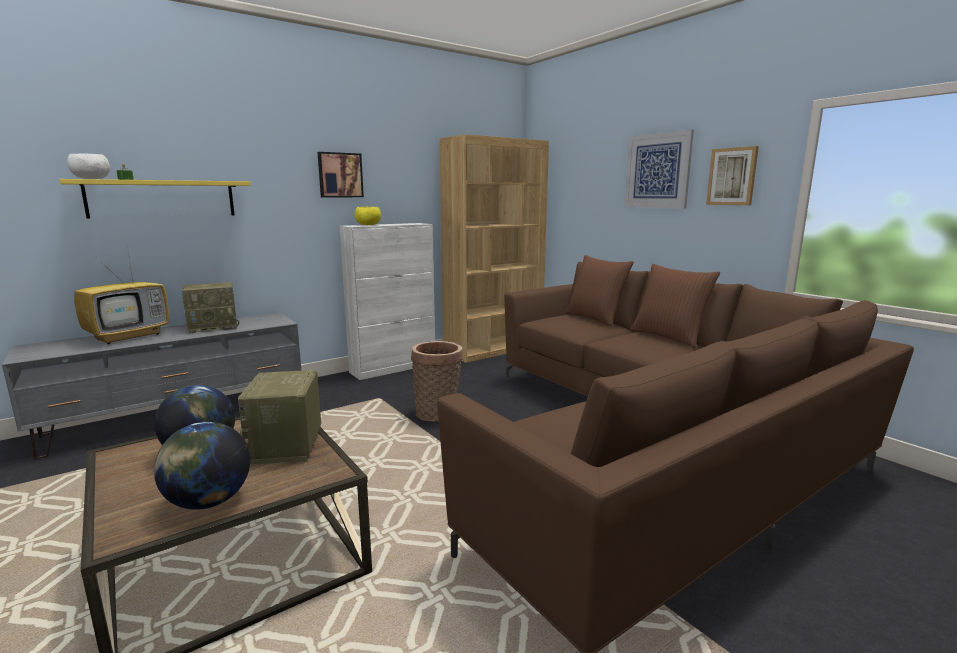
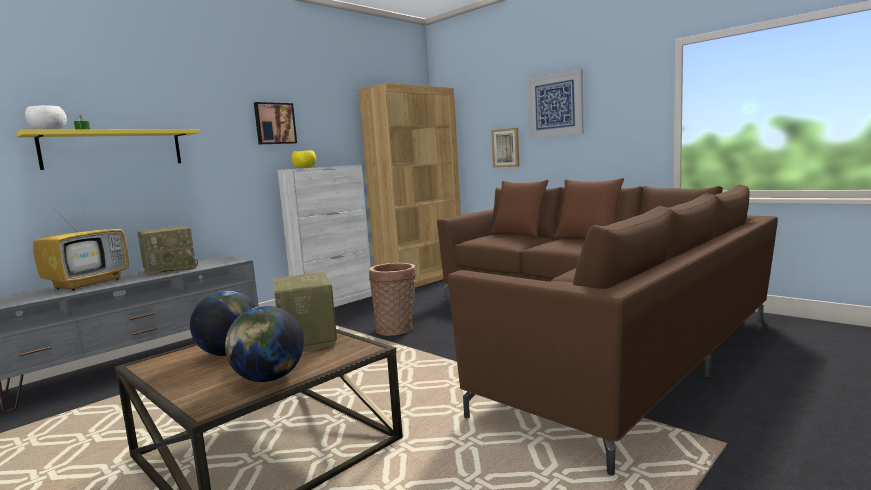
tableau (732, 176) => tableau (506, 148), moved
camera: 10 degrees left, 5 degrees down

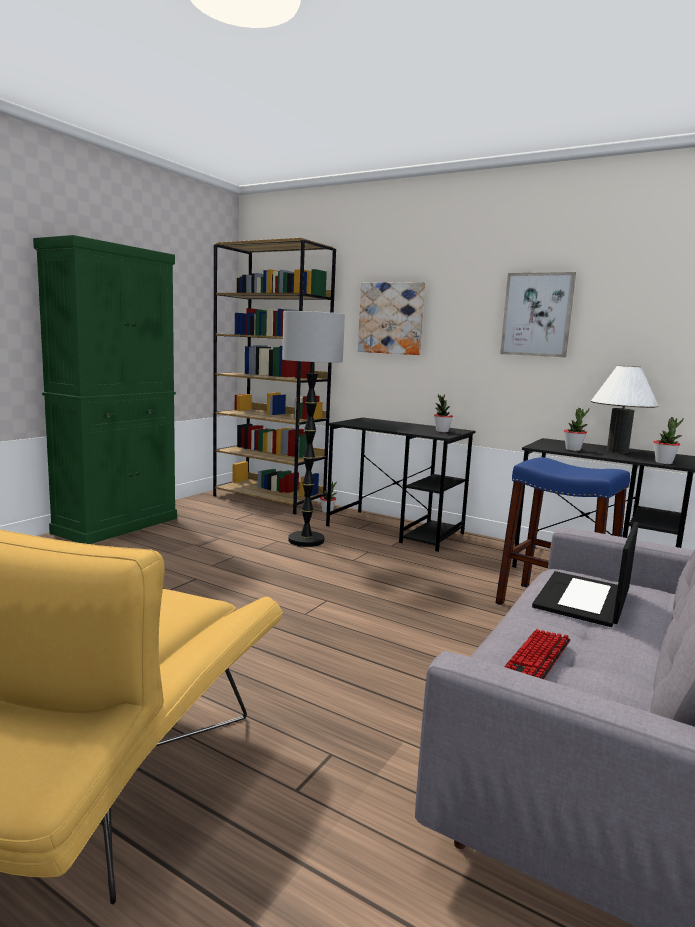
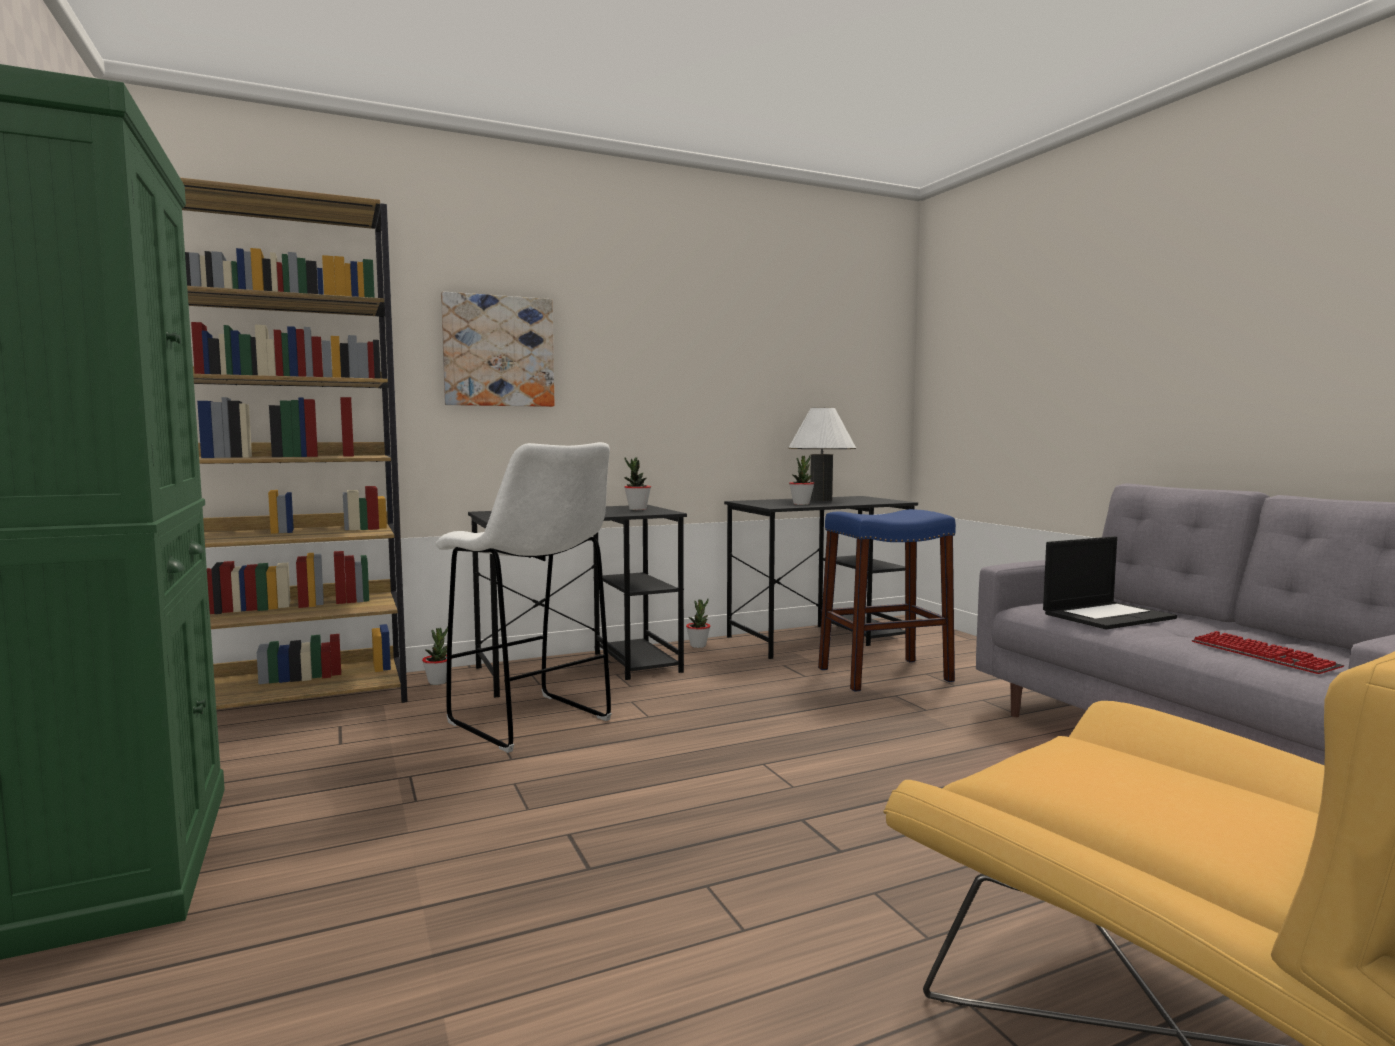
lampadaire (306, 540) => tabouret/blanc (532, 722)
plante en pot (663, 462) => plante en pot (698, 646), moved
ordinateur portable (583, 599) => ordinateur portable (1108, 616), 90 degrees counterclockwise
tableau (537, 314) => nothing
camera: 55 degrees left, 5 degrees down

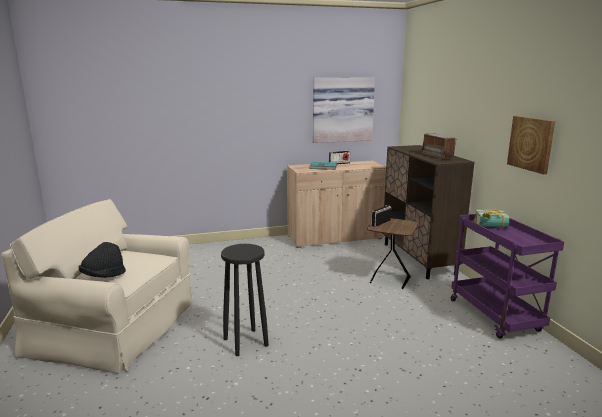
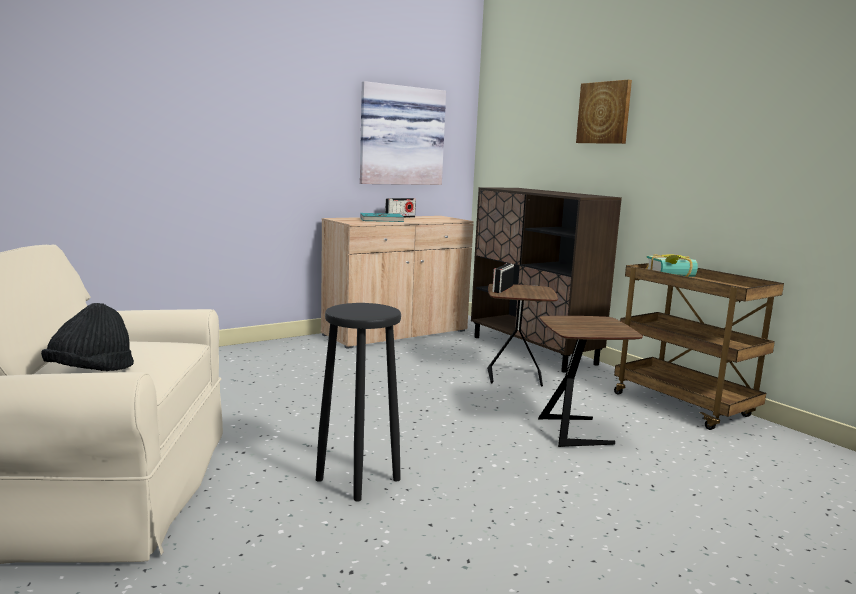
nothing => table d'appoint/marron (577, 431)
tableau (531, 143) => tableau (604, 113), moved
chariot/violet (496, 316) => chariot/marron (684, 406)
radio (437, 156) => nothing
camera: 20 degrees left, 5 degrees down

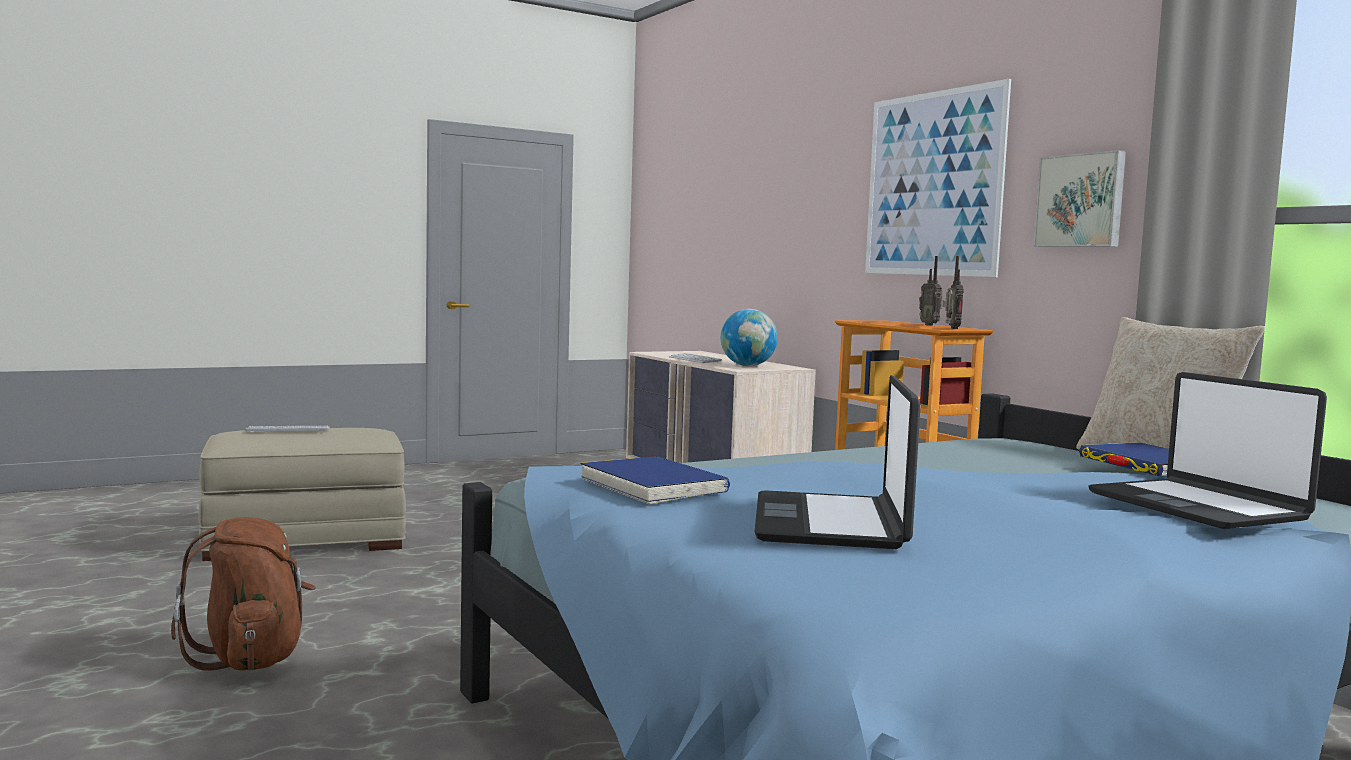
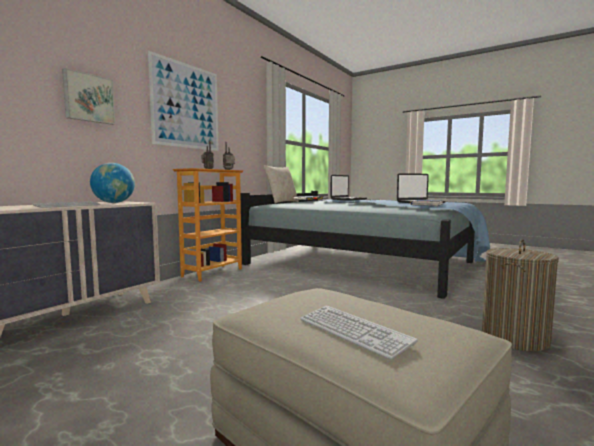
tableau (1081, 201) => tableau (88, 98), moved
sac à dos/marron (250, 659) => panier à linge (514, 338)
camera: 115 degrees left, 0 degrees up

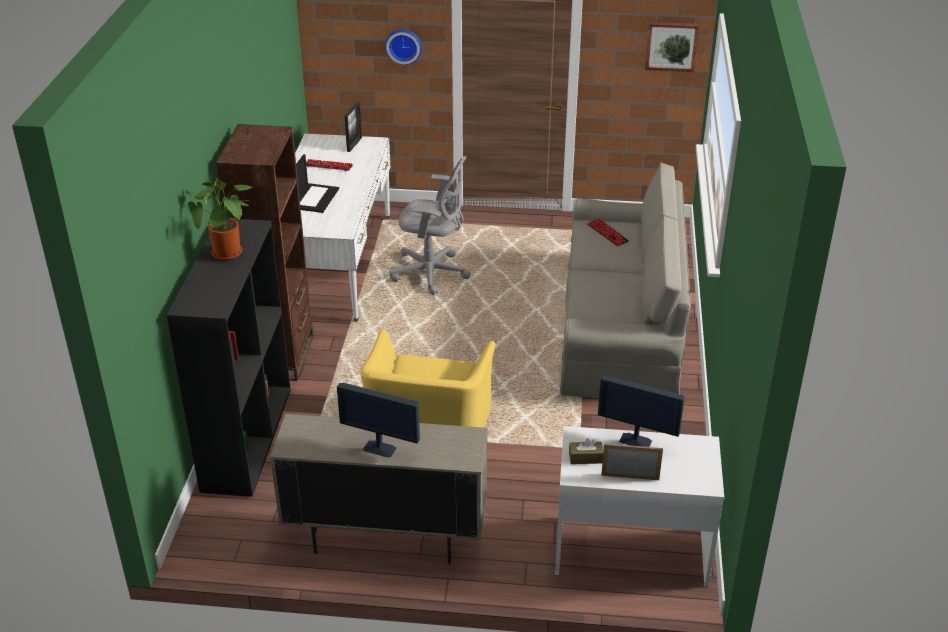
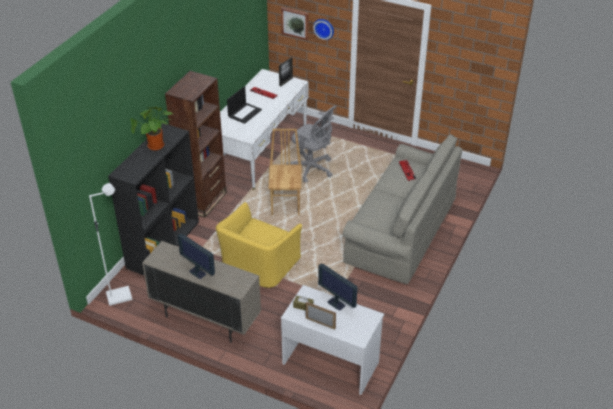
nothing => lampadaire/blanc (119, 296)
nothing => chaise/marron (286, 204)
tableau (671, 46) => tableau (295, 23), moved
camera: 20 degrees right, 5 degrees up

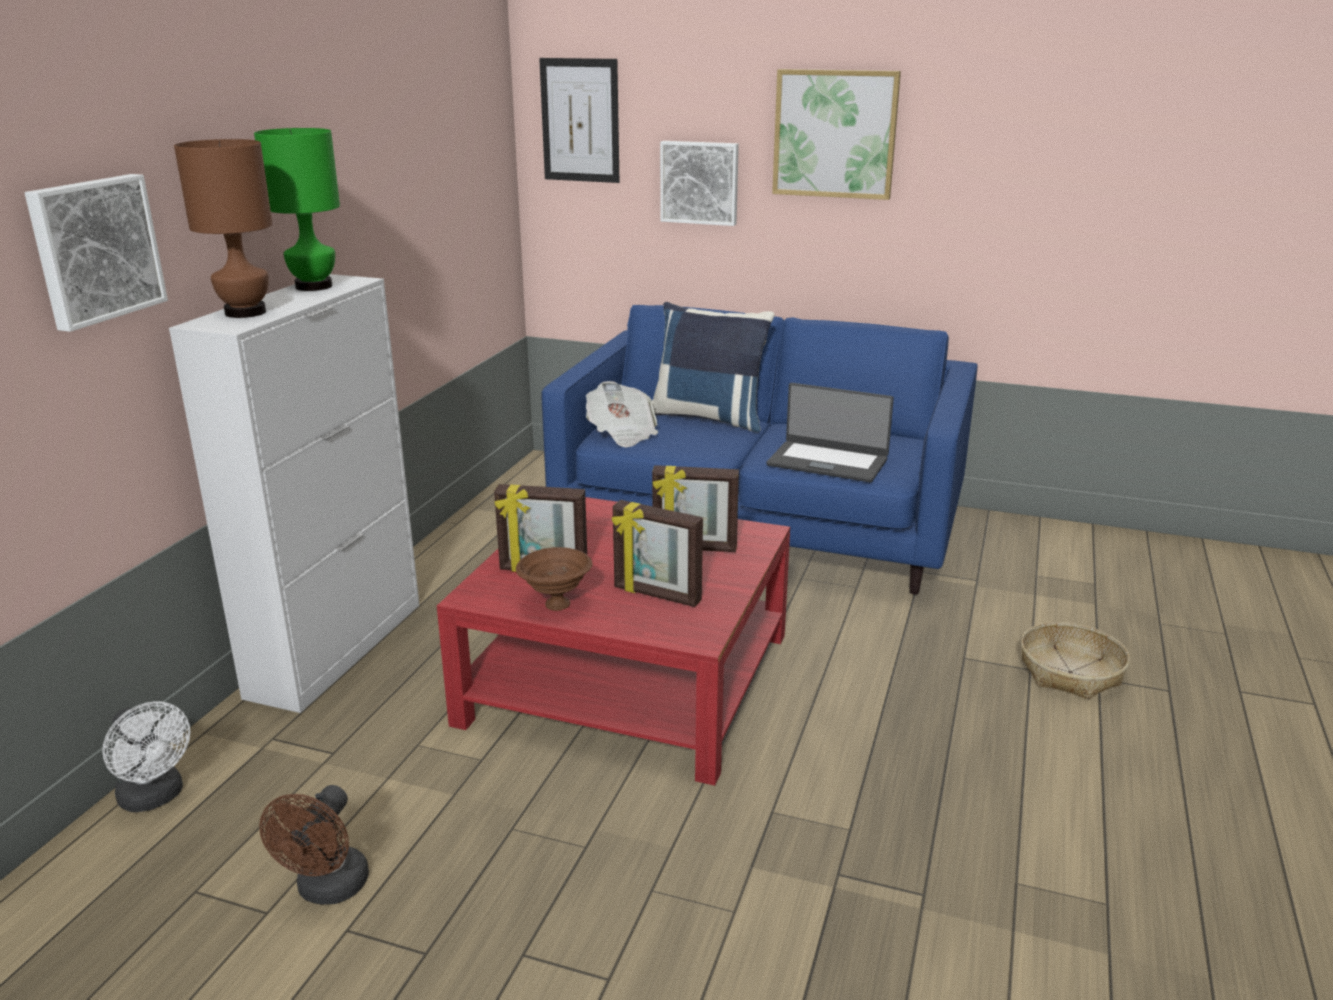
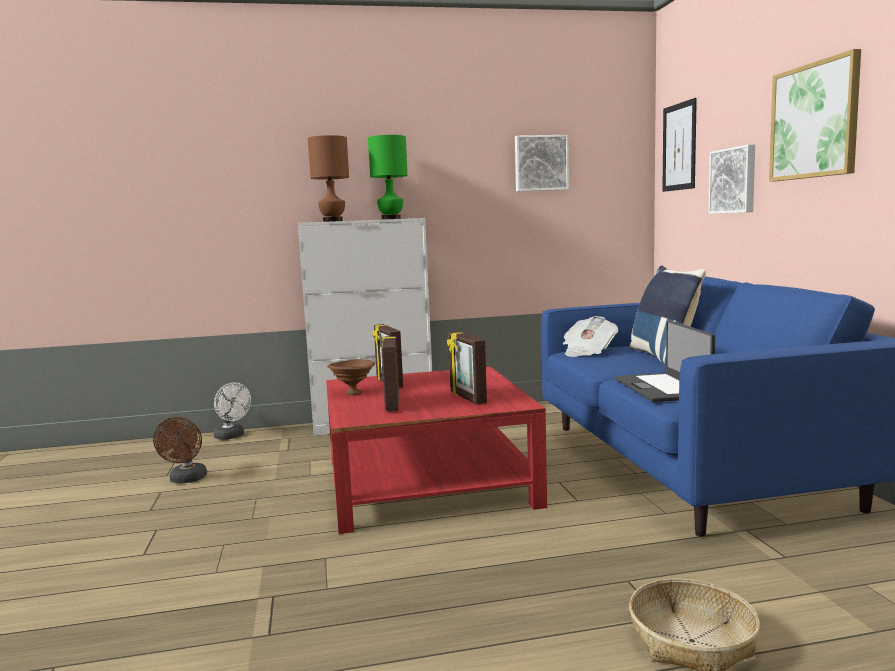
ventilateur/marron (327, 890) => ventilateur/marron (186, 480), 75 degrees counterclockwise
ventilateur/blanc (155, 798) => ventilateur/blanc (232, 436), 60 degrees counterclockwise
tableau (95, 250) => tableau (540, 163), moved
camera: 60 degrees right, 15 degrees down

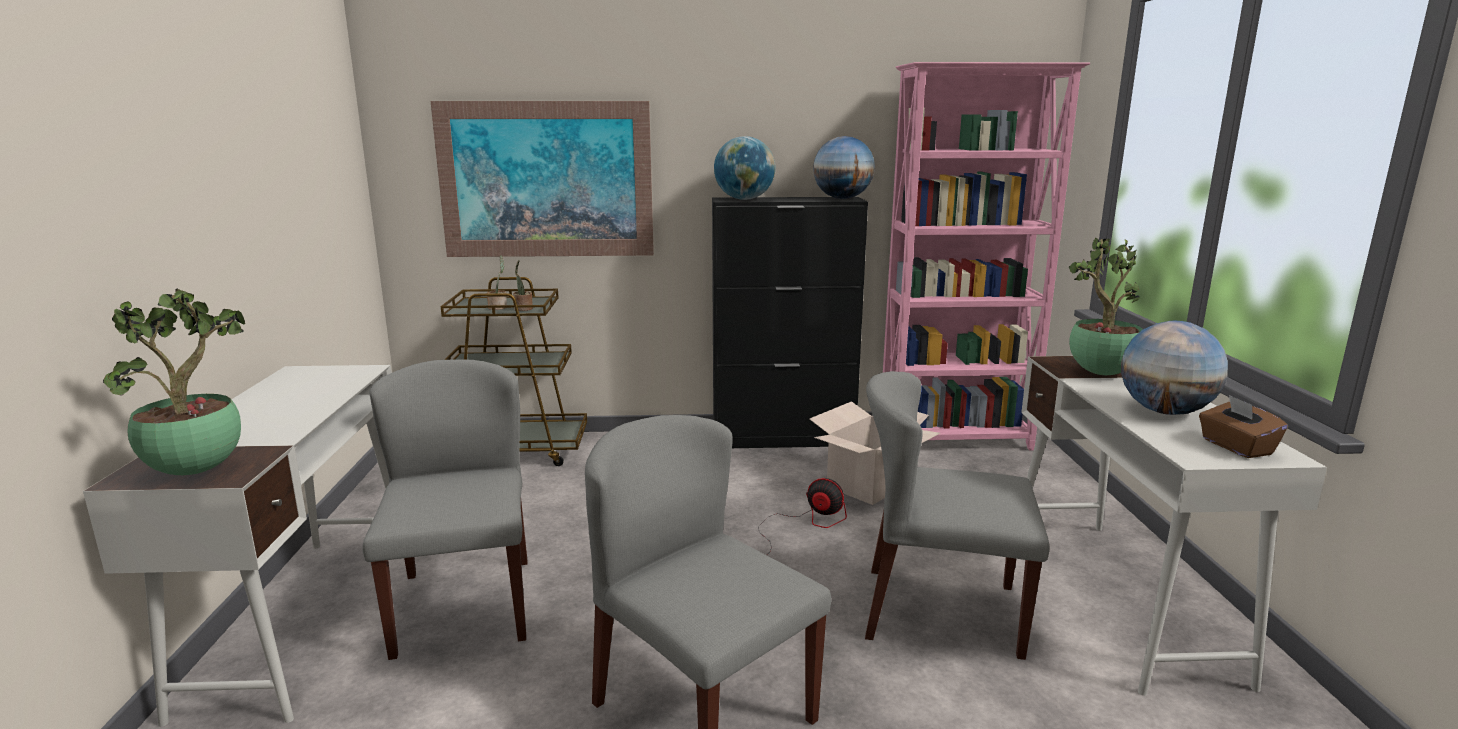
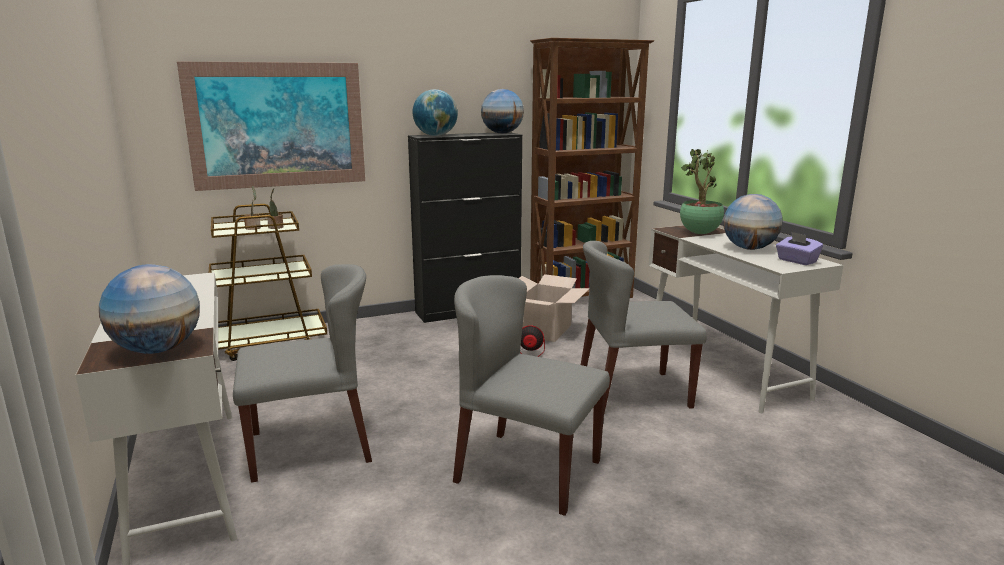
plante en pot (198, 470) => globe (158, 350)
chaise/gris (463, 605) => chaise/gris (311, 446), 105 degrees clockwise
bibliothèque/rose (956, 440) => bibliothèque/marron (582, 298)
boîte à mouchoirs/marron (1236, 447) => boîte à mouchoirs/violet (796, 261)
camera: 20 degrees left, 0 degrees up

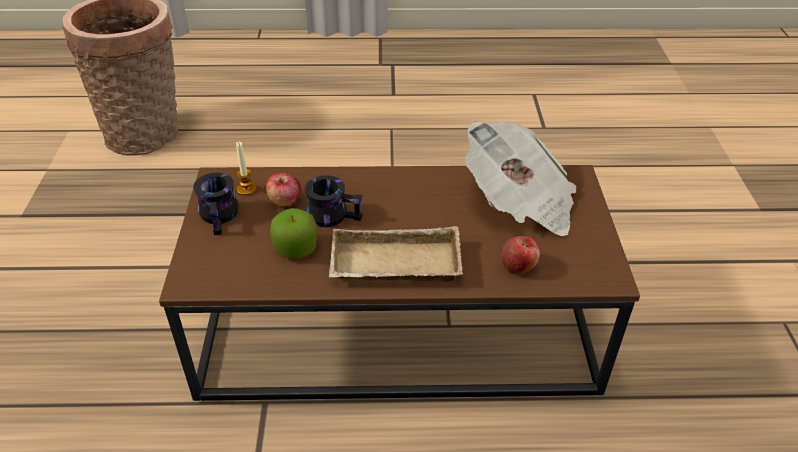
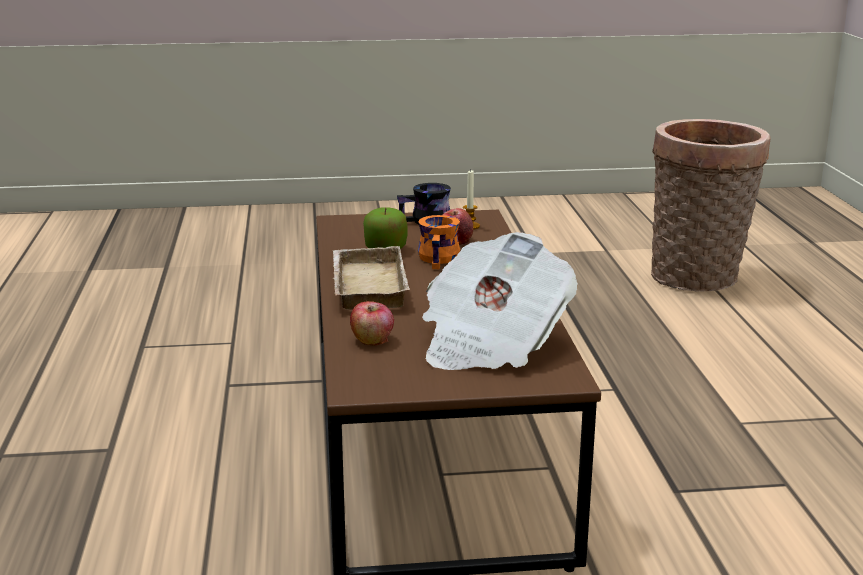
mug/noir (334, 214) => mug/orange (441, 259)
camera: 85 degrees right, 20 degrees down

